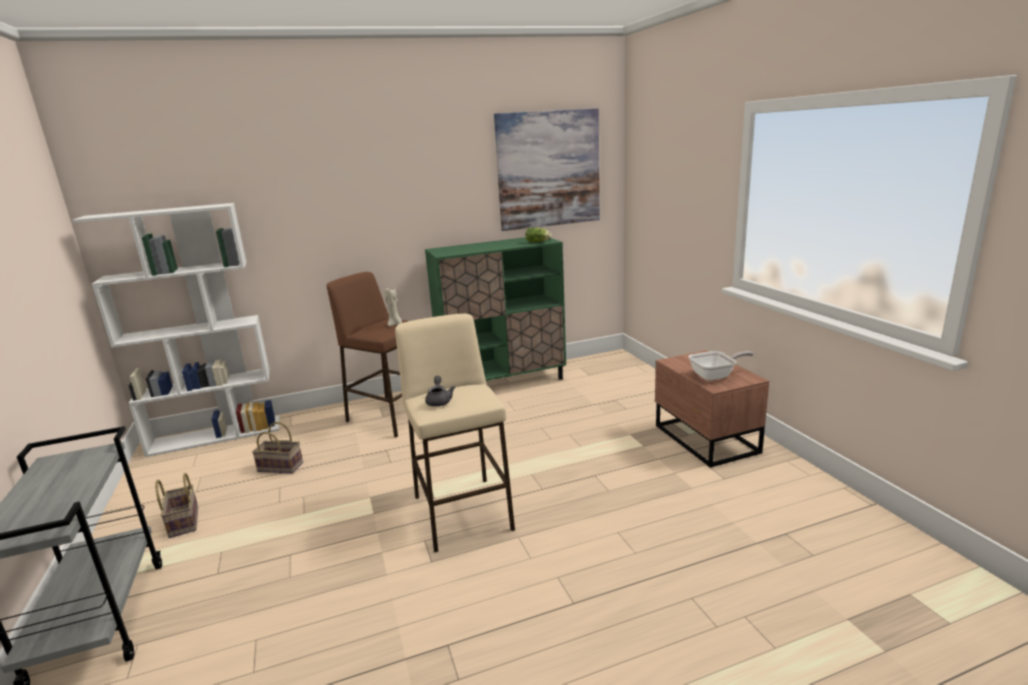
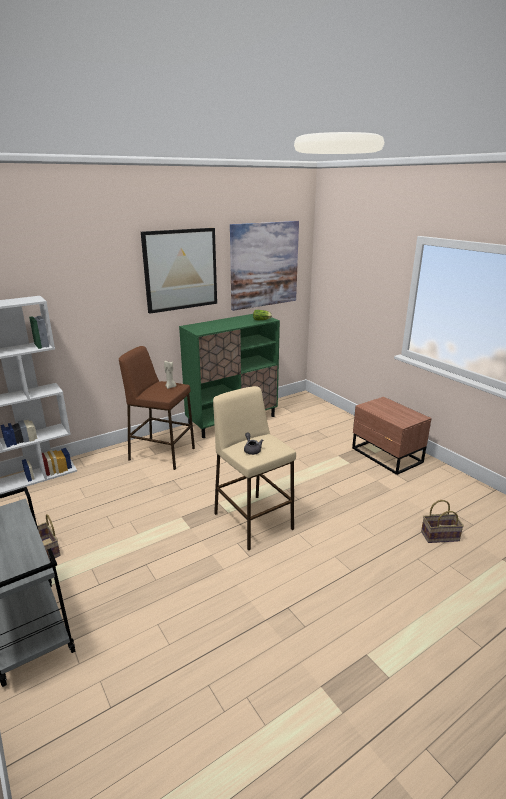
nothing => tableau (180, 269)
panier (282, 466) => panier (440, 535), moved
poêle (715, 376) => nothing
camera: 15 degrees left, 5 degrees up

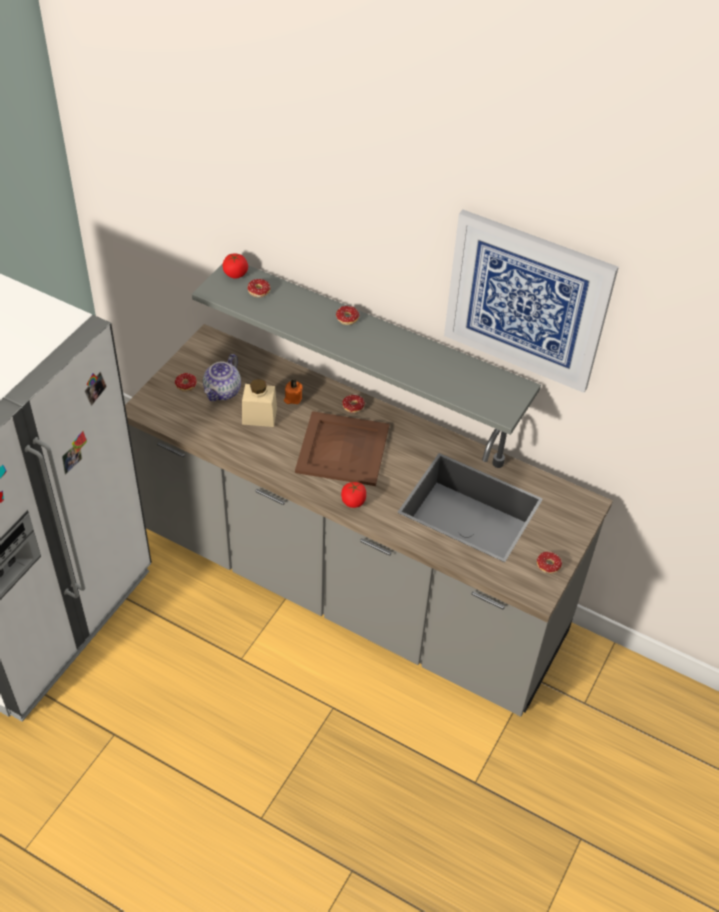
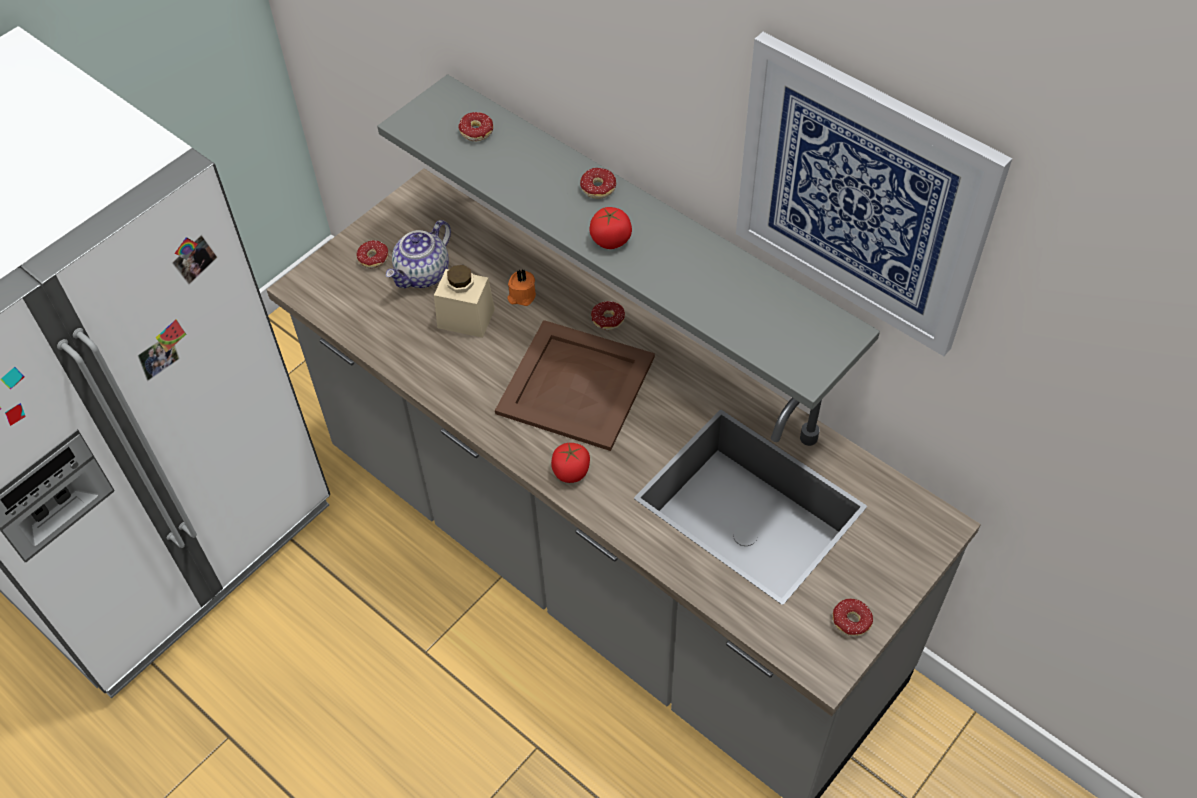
tomate (235, 273) => tomate (611, 239), moved
camera: 15 degrees right, 5 degrees up

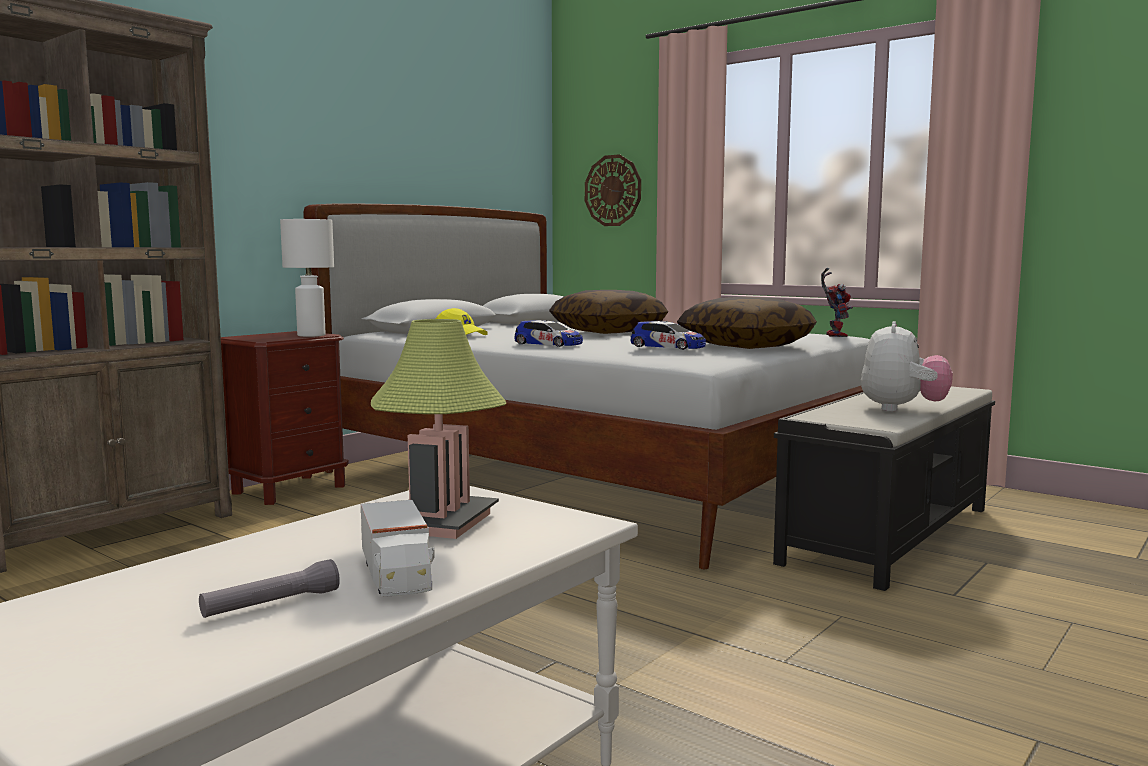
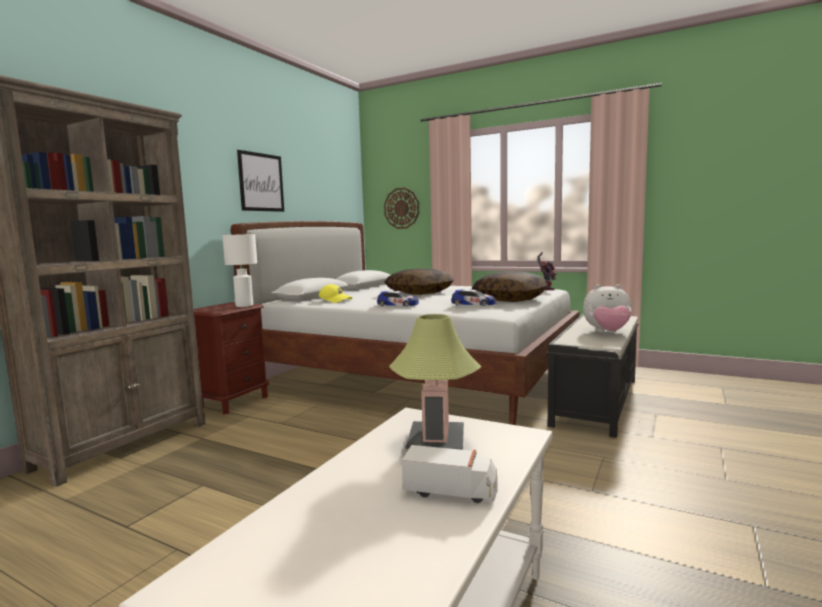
nothing => tableau (261, 182)
camion jouet (397, 576) => camion jouet (451, 492), 45 degrees counterclockwise
peluche (902, 409) => peluche (607, 333), 90 degrees clockwise
lampe de poche/gris (271, 604) => nothing
camera: 10 degrees left, 0 degrees up

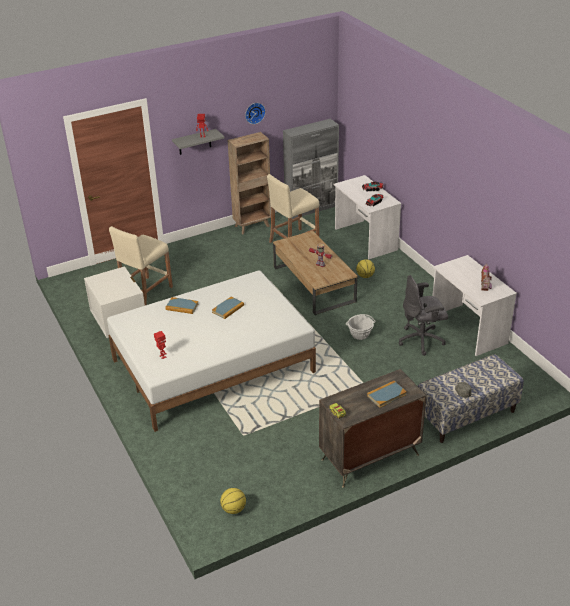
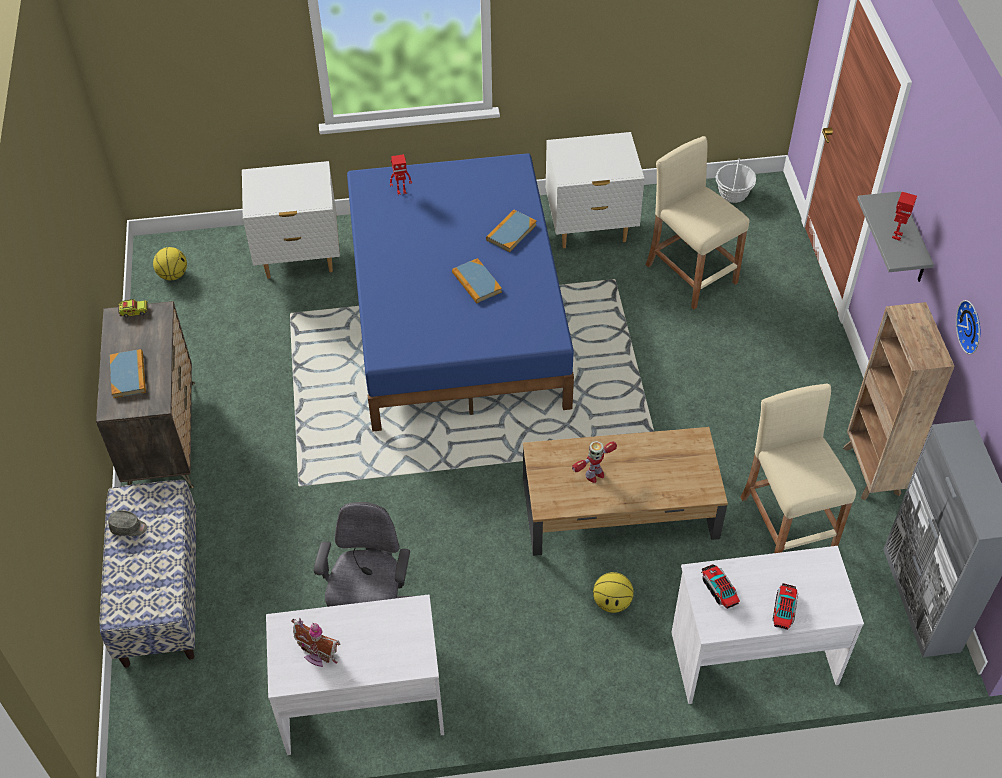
nothing => table de chevet/blanc (299, 259)
lit/blanc (212, 365) => lit/bleu (457, 314)
panier (360, 334) => panier (733, 193), moved
camera: 110 degrees right, 15 degrees up

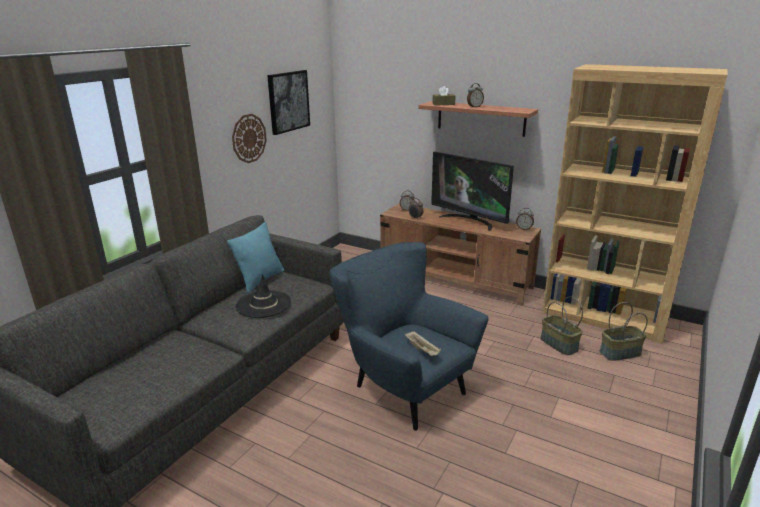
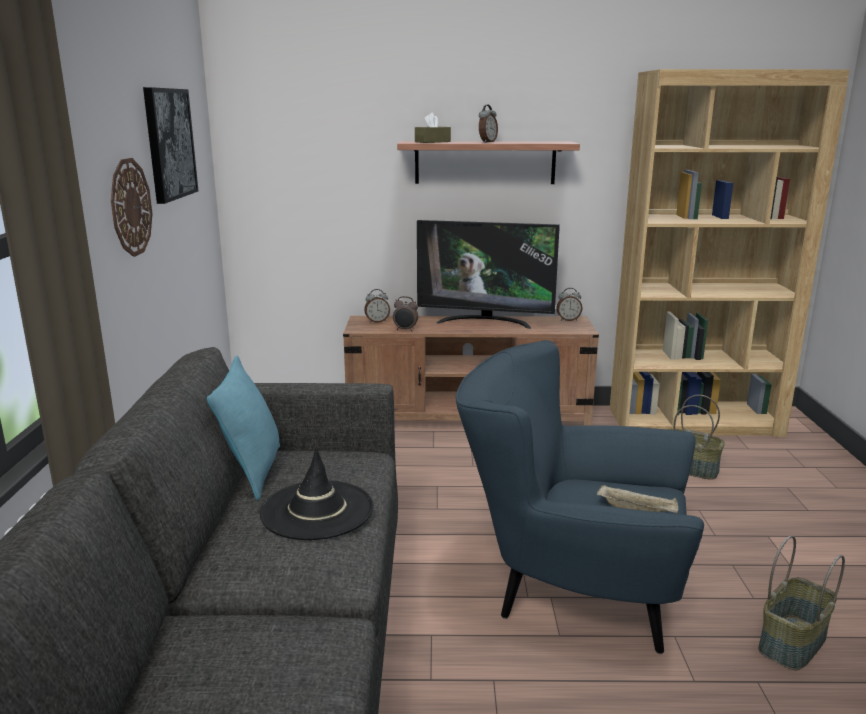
panier (620, 353) => panier (793, 643), moved
camera: 30 degrees left, 5 degrees down

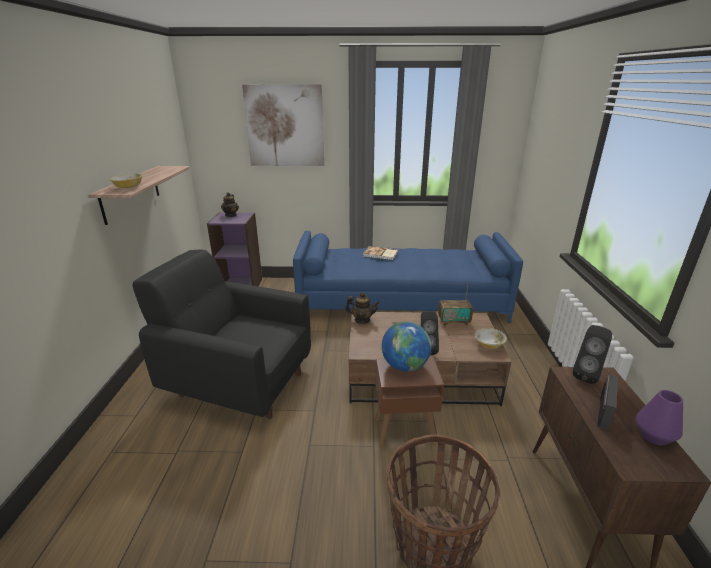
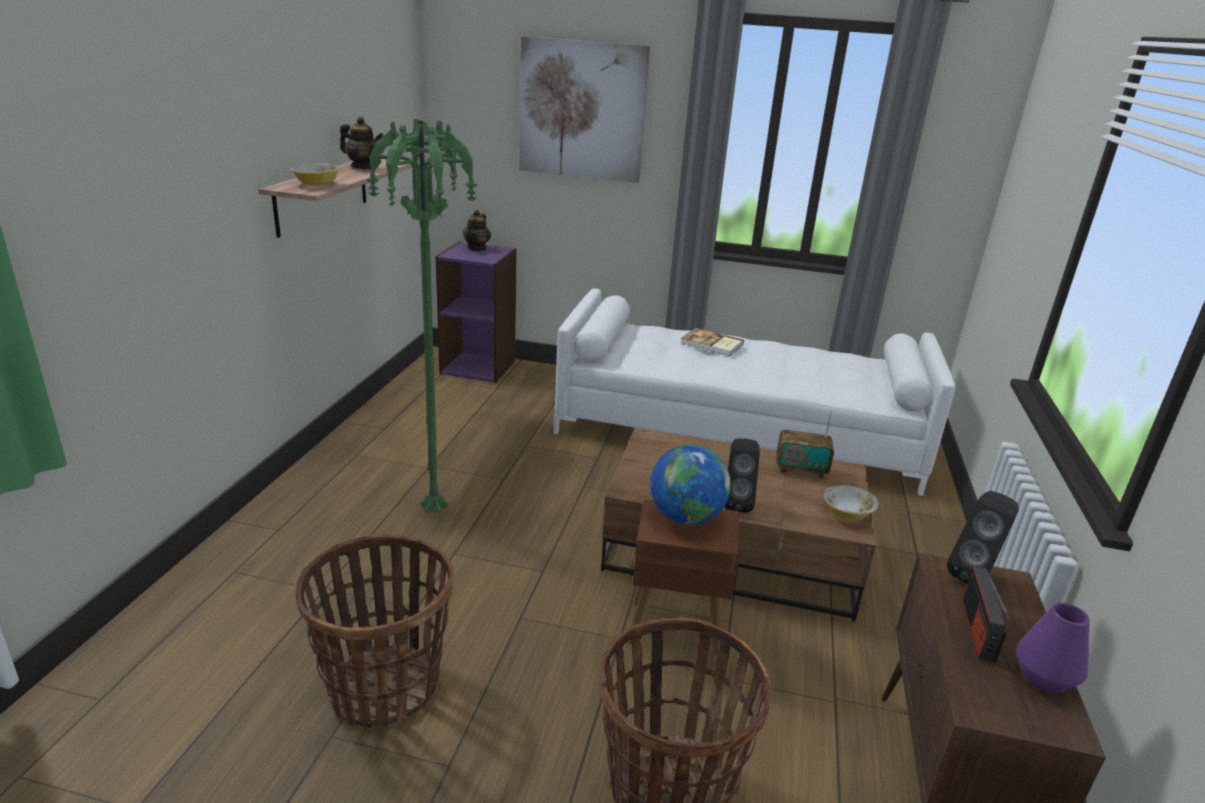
nothing => panier (384, 687)
théière (362, 320) => théière (363, 167), moved
fauteuil/noir (238, 383) => lampadaire/vert (437, 511)
canapé/bleu (401, 302) => canapé/blanc (737, 432)
radio (604, 410) => radio (978, 629), 150 degrees clockwise
camera: 10 degrees right, 0 degrees up

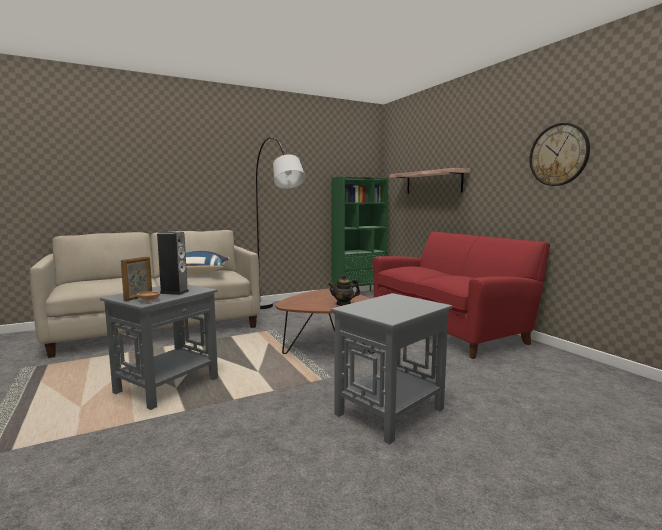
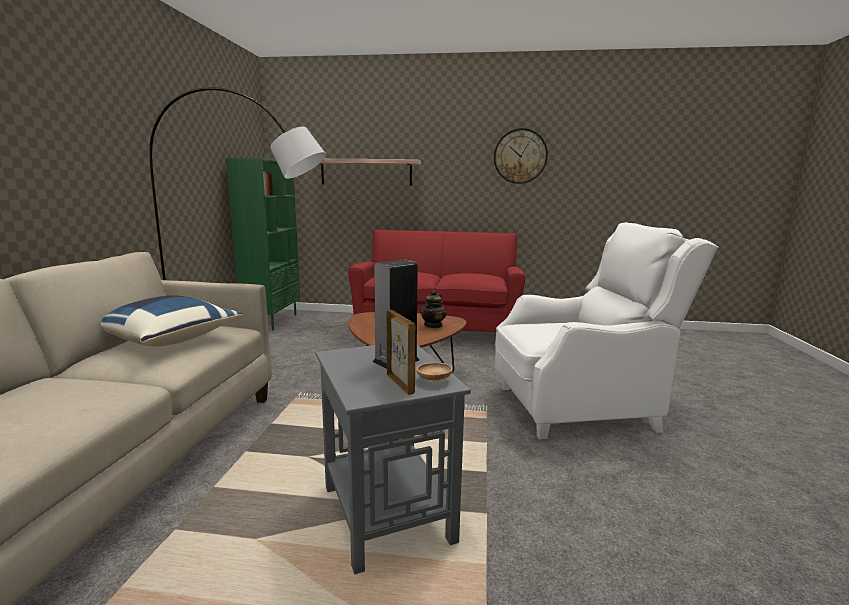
table d'appoint/gris (389, 412) => fauteuil/blanc (579, 407)
camera: 55 degrees left, 5 degrees up

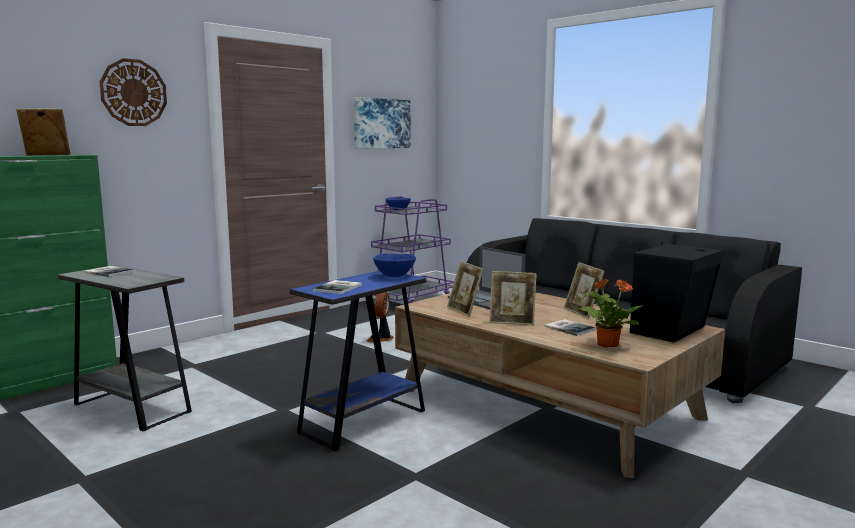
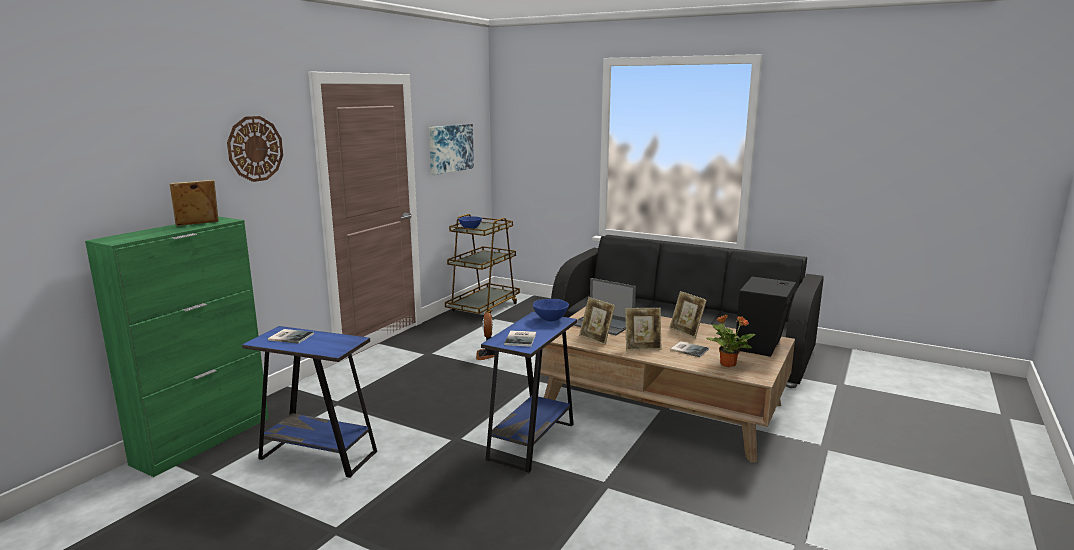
table d'appoint/gris (132, 408) => table d'appoint/bleu (318, 455)
chariot/violet (412, 299) => chariot/marron (483, 308)
camera: 15 degrees left, 5 degrees up

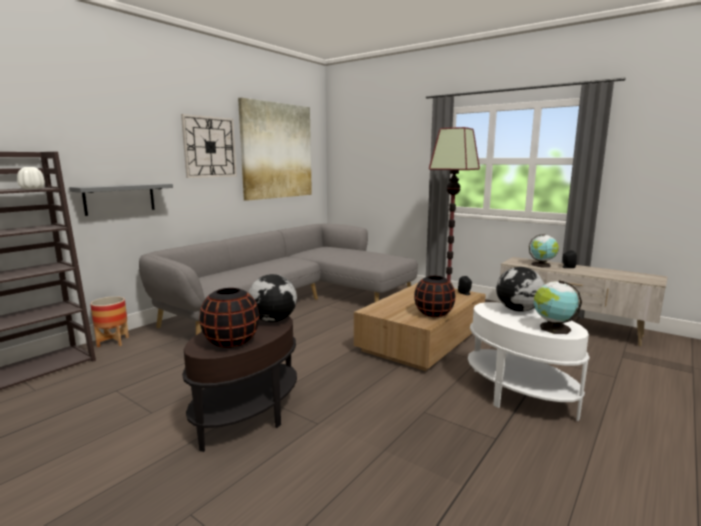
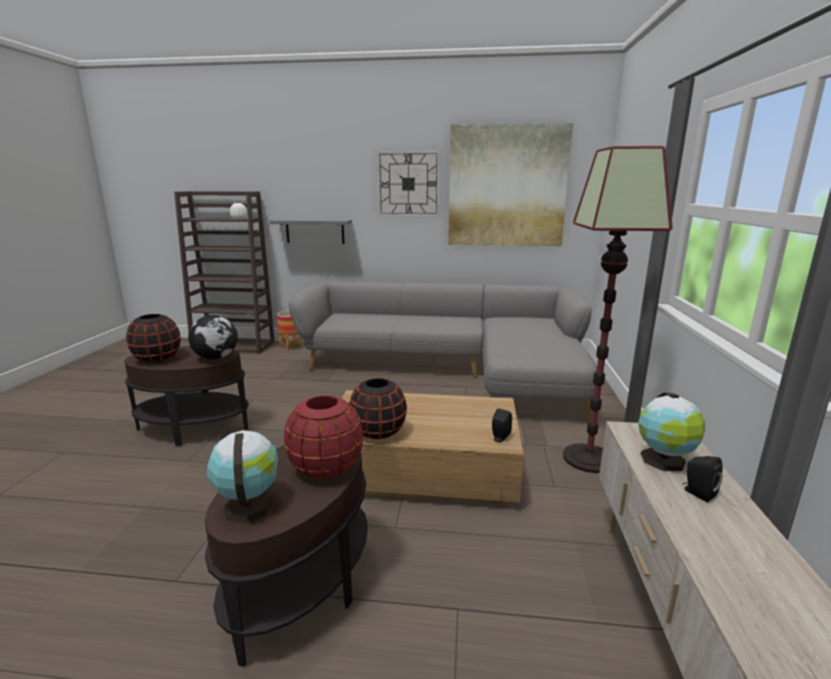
table d'appoint/blanc (519, 395) => table d'appoint/marron (302, 586)
globe (518, 310) => vase/rouge (326, 468)
camera: 60 degrees right, 5 degrees up

